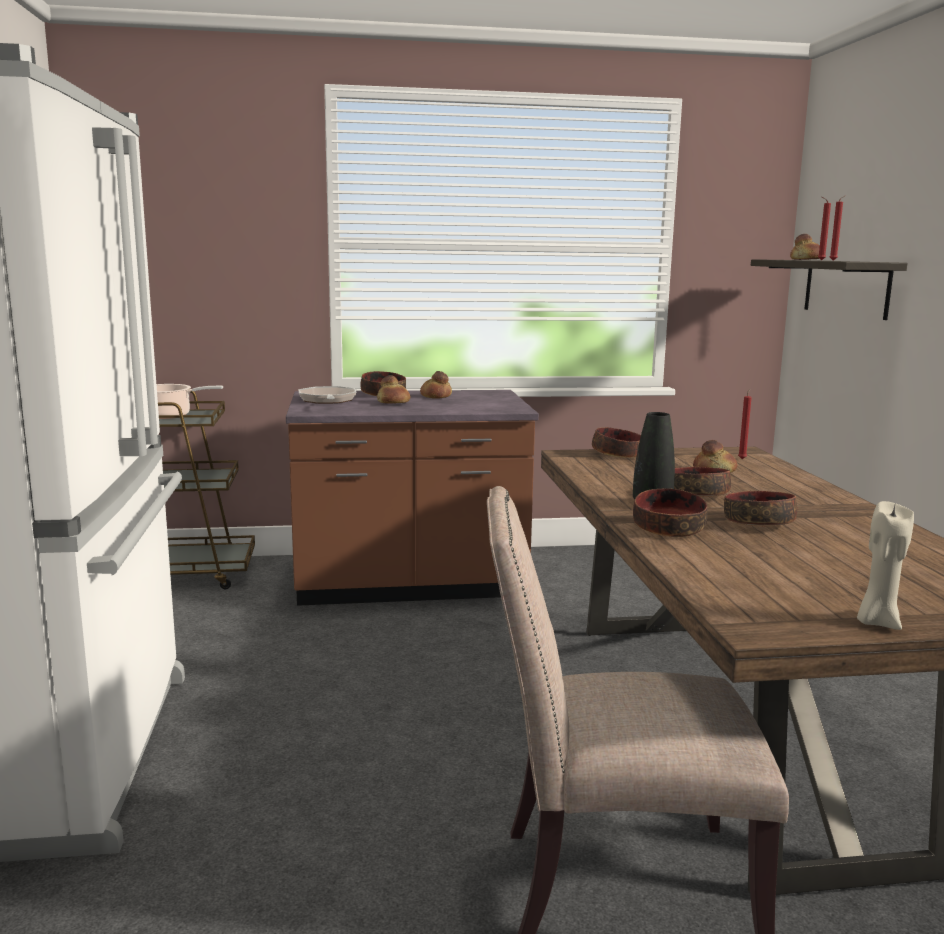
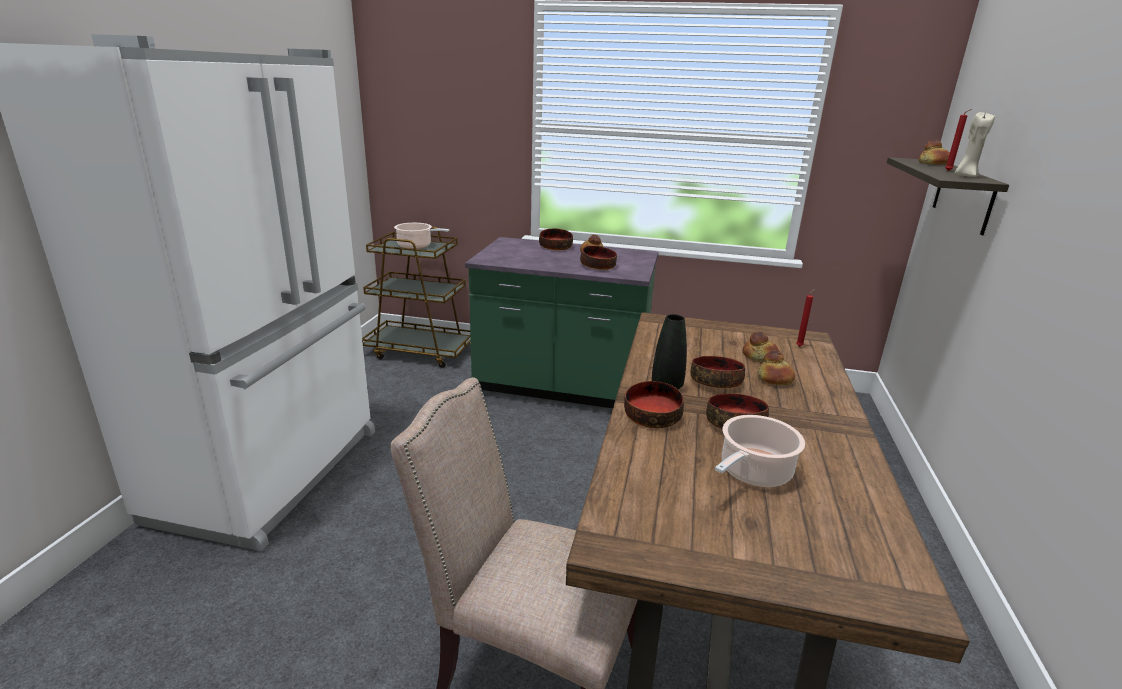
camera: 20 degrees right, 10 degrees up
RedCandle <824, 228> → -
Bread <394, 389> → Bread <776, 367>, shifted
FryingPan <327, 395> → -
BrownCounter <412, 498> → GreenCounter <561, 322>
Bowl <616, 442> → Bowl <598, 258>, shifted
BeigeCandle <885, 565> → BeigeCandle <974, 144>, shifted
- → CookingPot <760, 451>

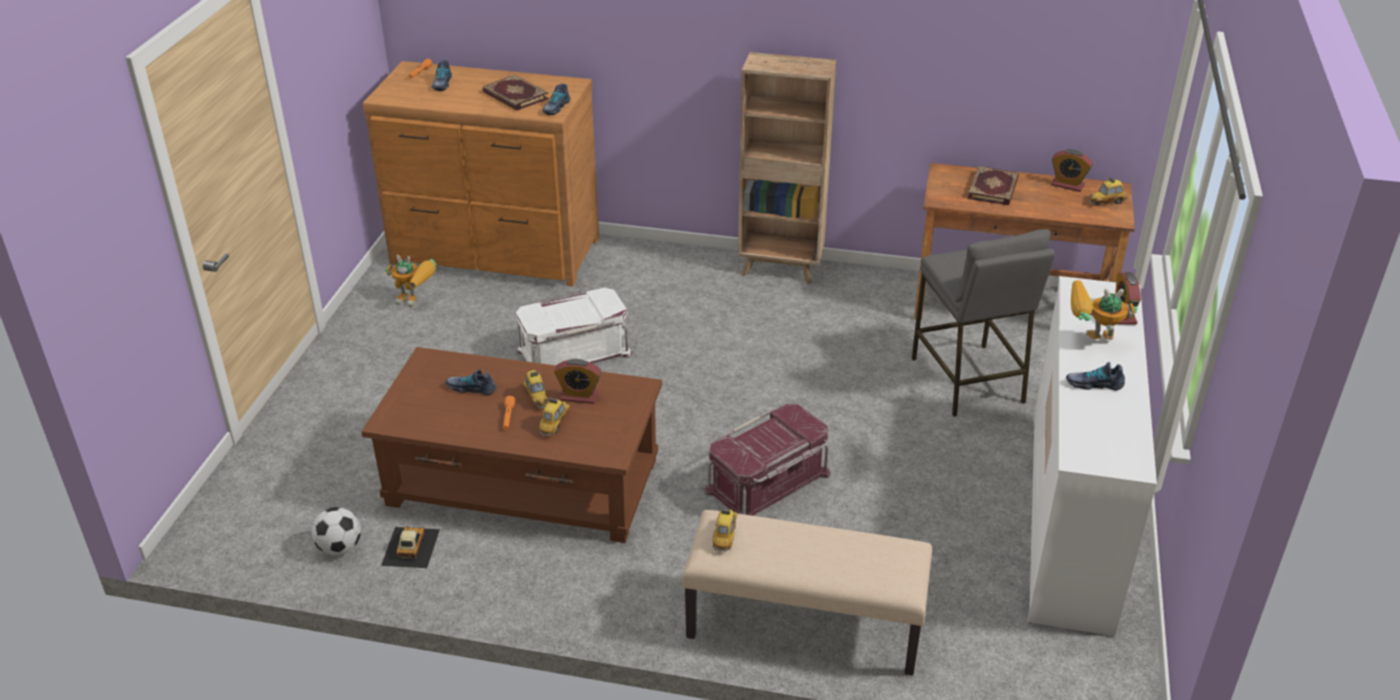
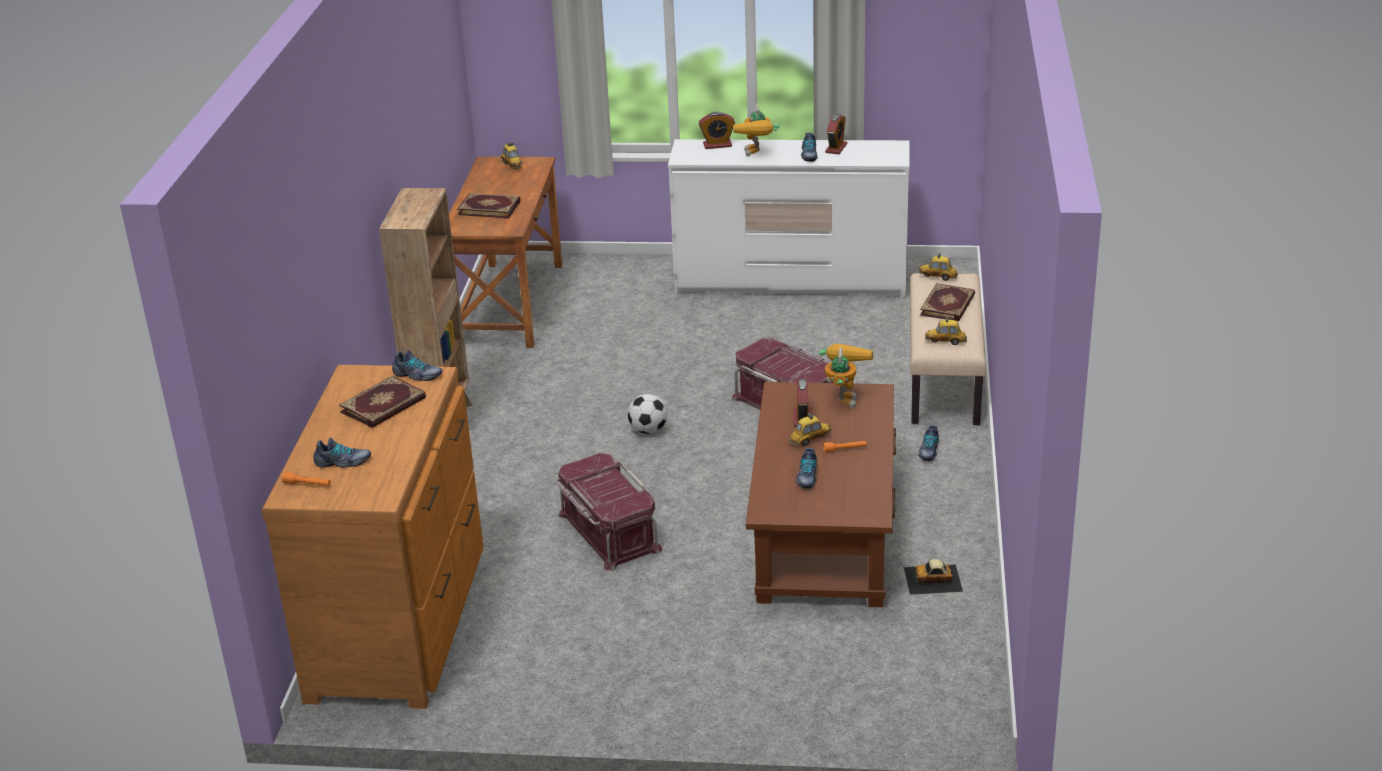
camera: 95 degrees left, 5 degrees down
AlarmClock <1072, 170> → AlarmClock <836, 134>, shifted
GreyStool <983, 323> → -
ToyRobot <411, 281> → ToyRobot <846, 376>, shifted
WhiteStorageBox <574, 326> → RedStorageBox <608, 512>
ToyCar <554, 416> → ToyCar <938, 267>, shifted
Football <336, 531> → Football <648, 414>, shifted
- → Book <947, 302>
- → Shoe <928, 443>

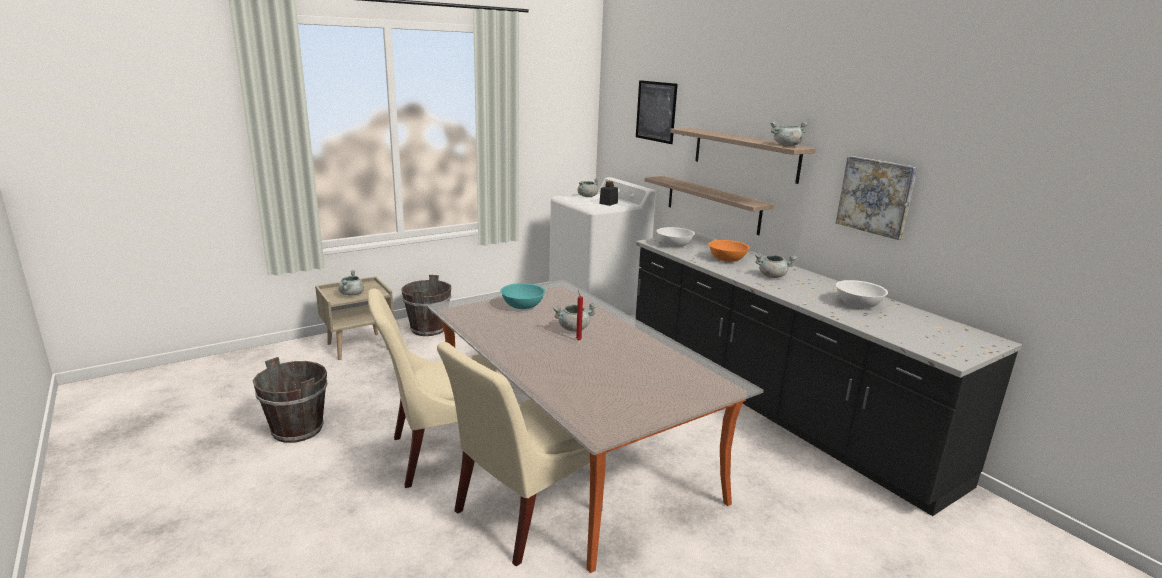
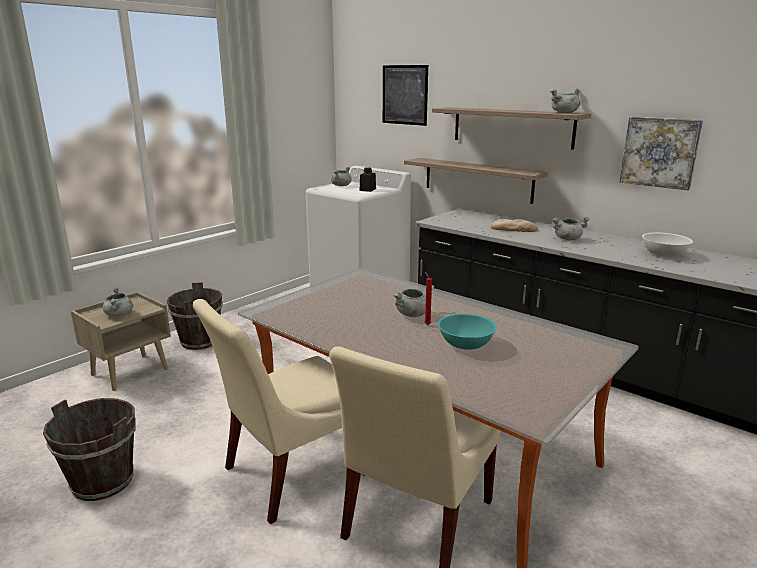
camera: 15 degrees left, 0 degrees up
WhiteBowl <676, 237> → -
OrangeBowl <729, 251> → Bread <514, 225>
TurquoiseBowl <523, 296> → TurquoiseBowl <467, 332>, shifted

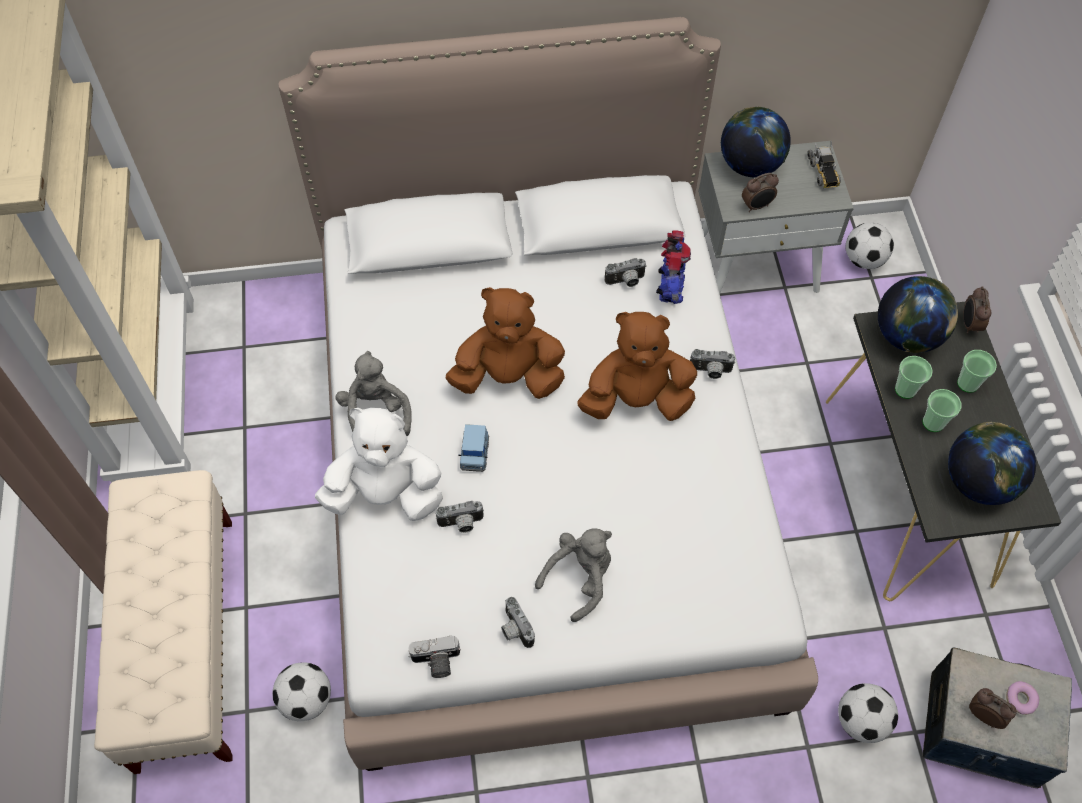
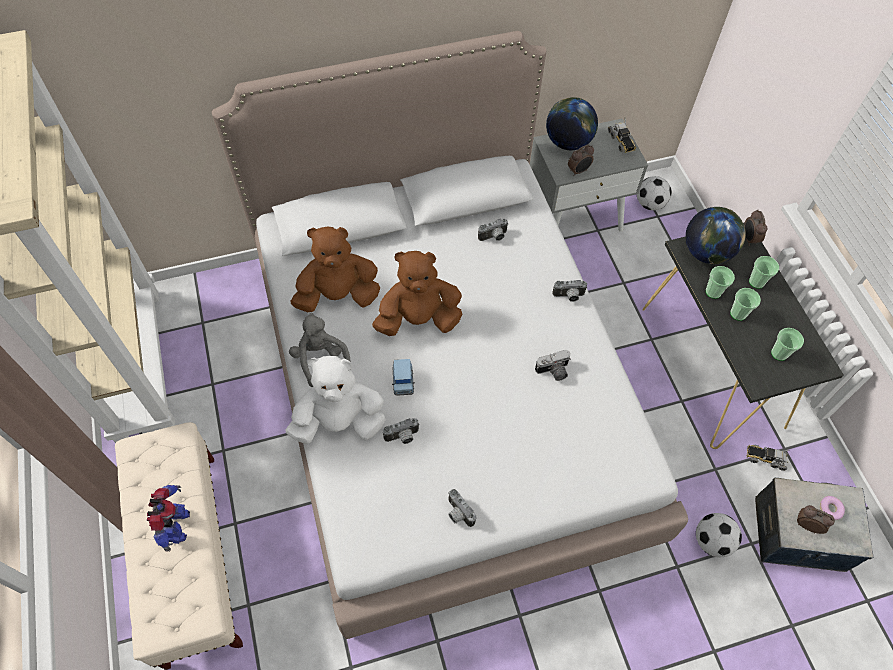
camera: 10 degrees left, 0 degrees up
ToyRobot <673, 267> → ToyRobot <168, 518>, shifted
BrownPlushToy <637, 366> → BrownPlushToy <335, 269>, shifted
Globe <992, 463> → Cup <787, 344>
GreyPlushToy <573, 575> → -
PhotoCamera <434, 657> → PhotoCamera <553, 365>, shifted
Football <301, 691> → -
- → ToyTruck <768, 457>

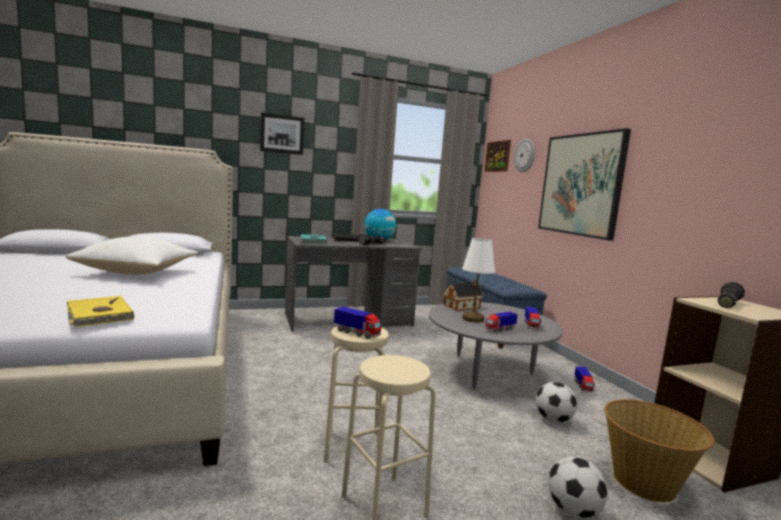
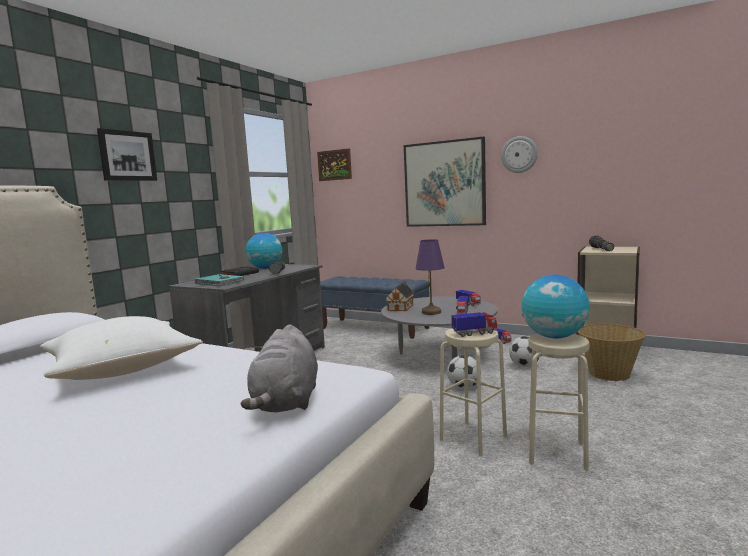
camera: 40 degrees left, 0 degrees up
WallClock <524, 155> → WallClock <519, 154>, shifted
WhiteTableLamp <478, 280> → PurpleTableLamp <430, 277>
YellowBook <100, 311> → GreyPlushToy <279, 368>
Football <578, 487> → Football <464, 372>, shifted
- → Globe <556, 306>

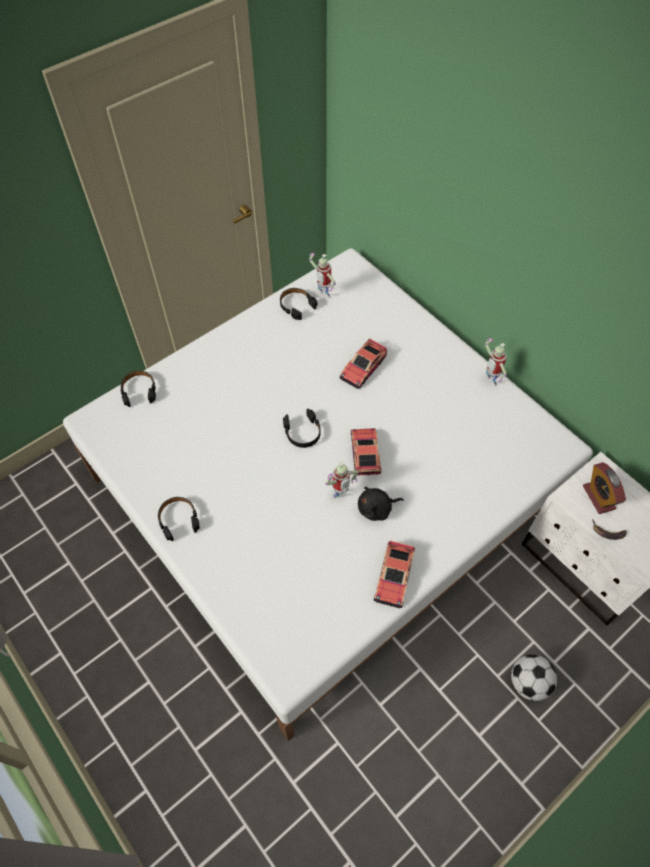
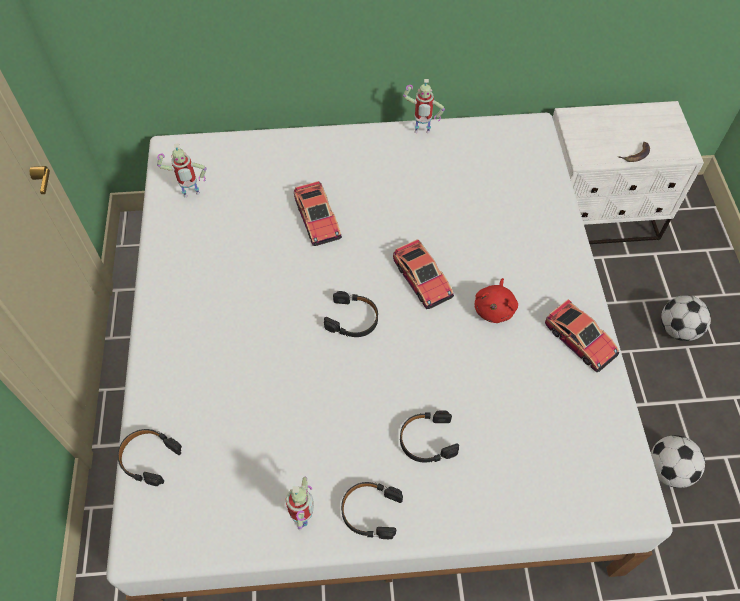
camera: 55 degrees left, 0 degrees up
BlackHeadphones <299, 304> → BlackHeadphones <429, 436>, shifted
ToyCar <366, 451> → ToyCar <423, 274>, 150 degrees counterclockwise
ToyRobot <342, 480> → ToyRobot <299, 503>, shifted
AlarmClock <604, 488> → -
BlackPlushToy <381, 504> → RedPlushToy <496, 300>
- → Football <678, 461>

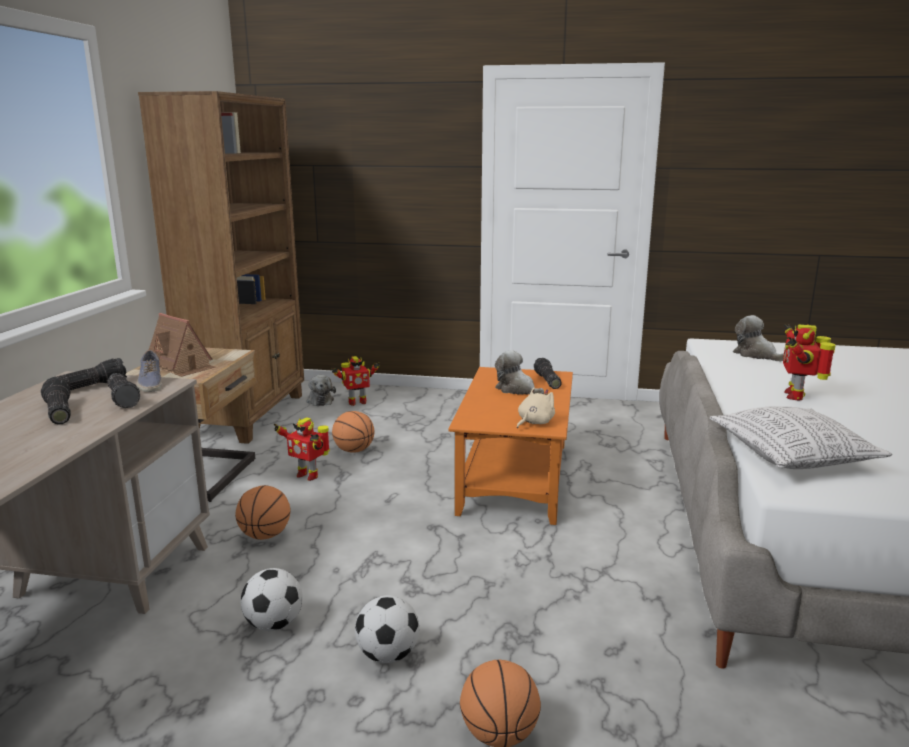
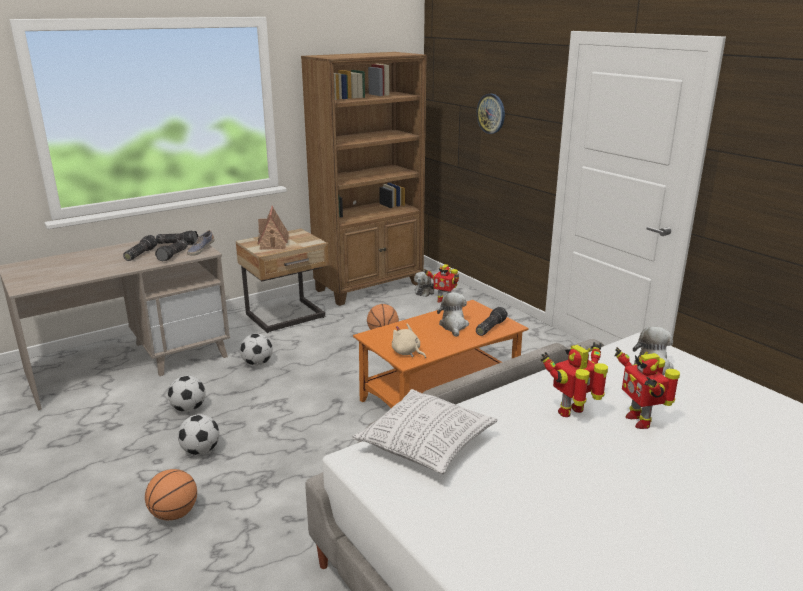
camera: 45 degrees right, 5 degrees up
BeigePlushToy <536, 407> → BeigePlushToy <409, 341>, 135 degrees counterclockwise
ToyRobot <302, 449> → ToyRobot <647, 388>, shifted
Basketball <263, 512> → Football <256, 350>
- → WallClock <491, 114>

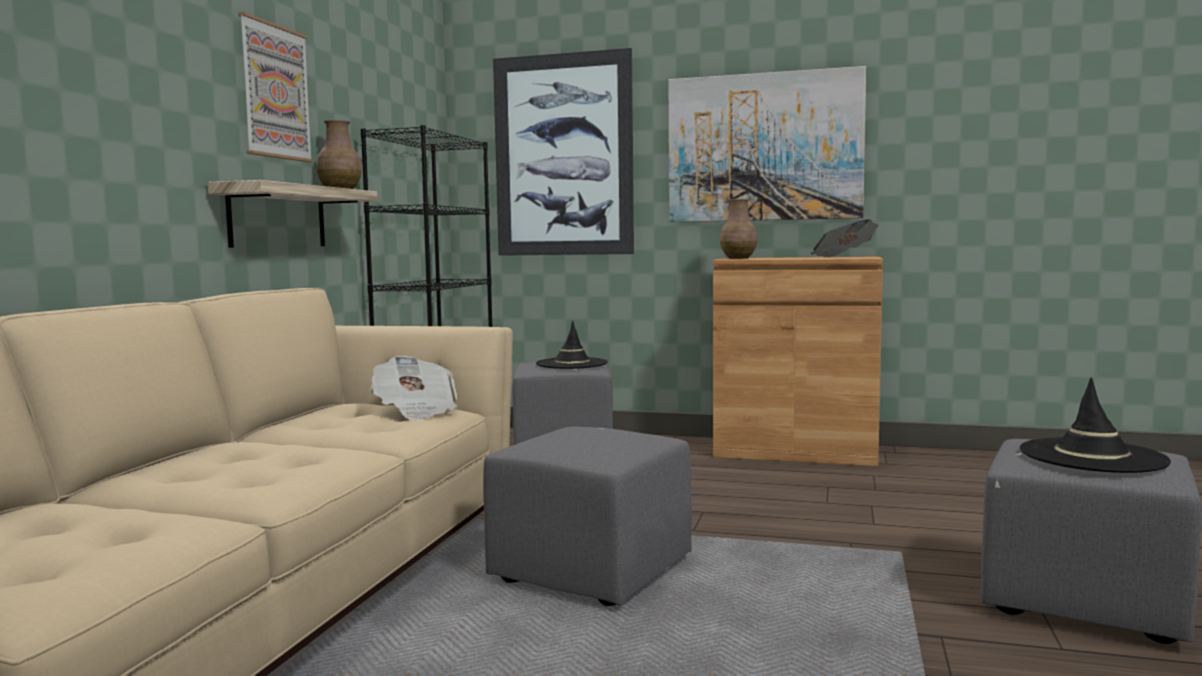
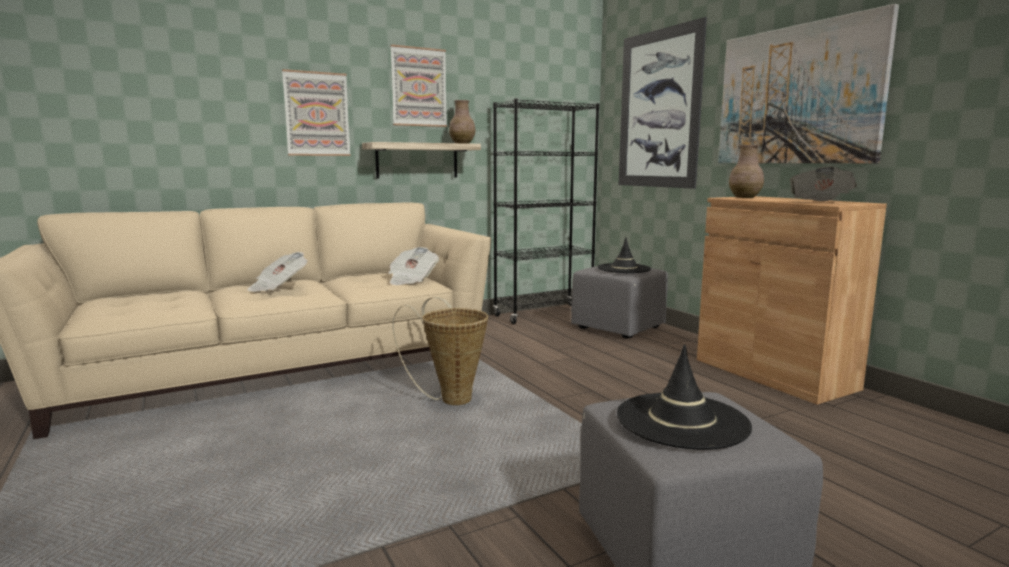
camera: 45 degrees right, 5 degrees up
GreyOttoman <587, 516> → Basket <440, 351>
- → Picture <316, 112>
- → Newspaper <277, 272>

